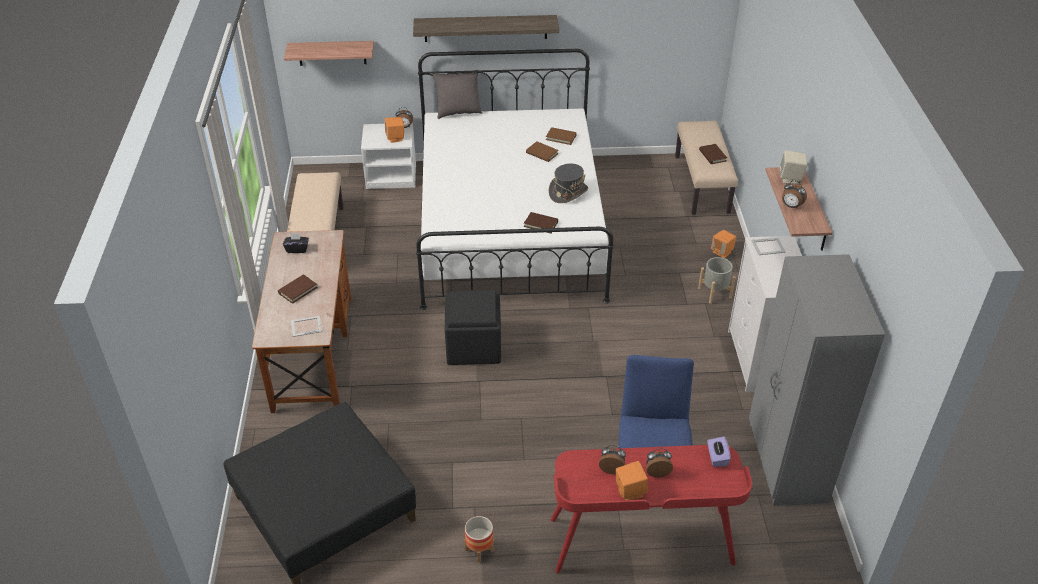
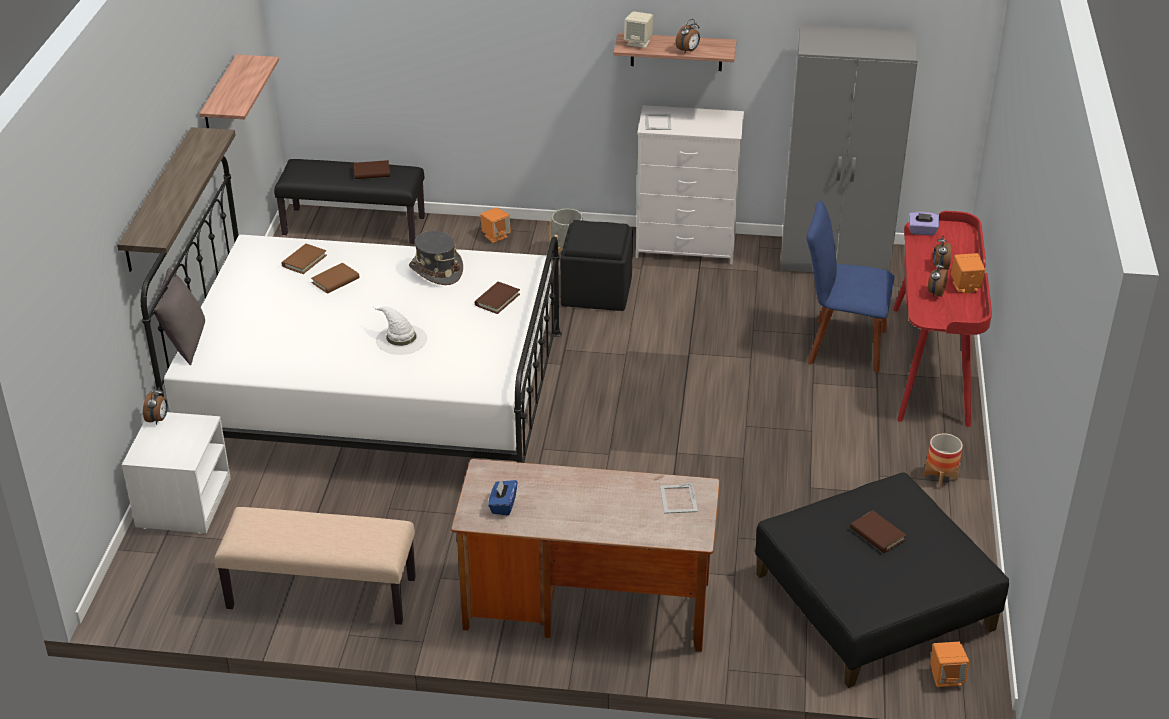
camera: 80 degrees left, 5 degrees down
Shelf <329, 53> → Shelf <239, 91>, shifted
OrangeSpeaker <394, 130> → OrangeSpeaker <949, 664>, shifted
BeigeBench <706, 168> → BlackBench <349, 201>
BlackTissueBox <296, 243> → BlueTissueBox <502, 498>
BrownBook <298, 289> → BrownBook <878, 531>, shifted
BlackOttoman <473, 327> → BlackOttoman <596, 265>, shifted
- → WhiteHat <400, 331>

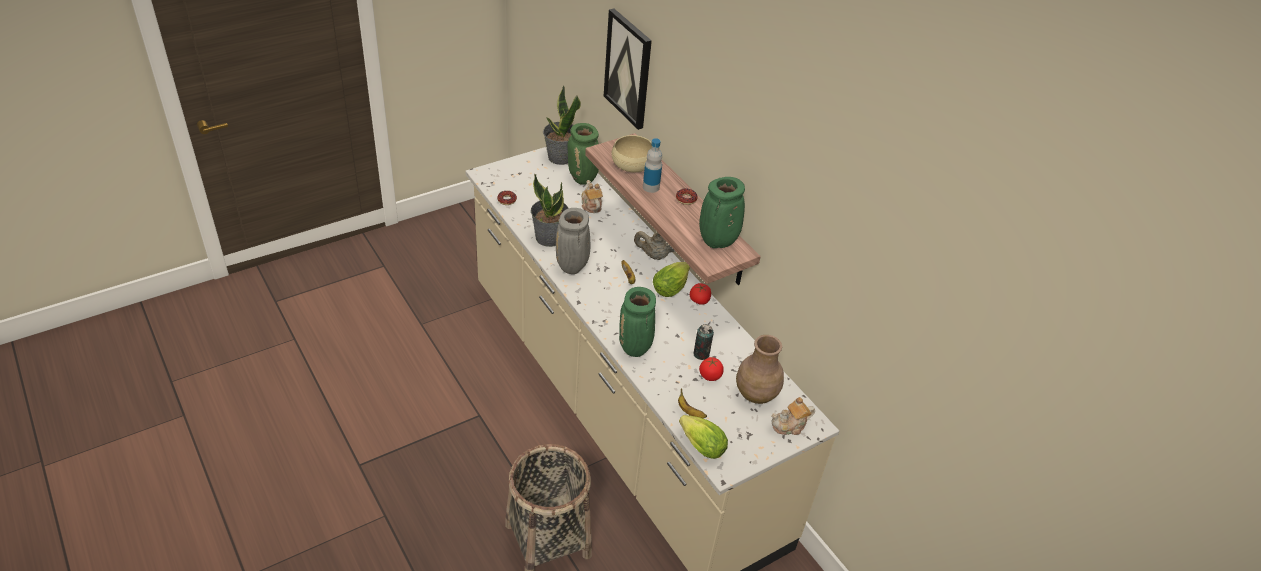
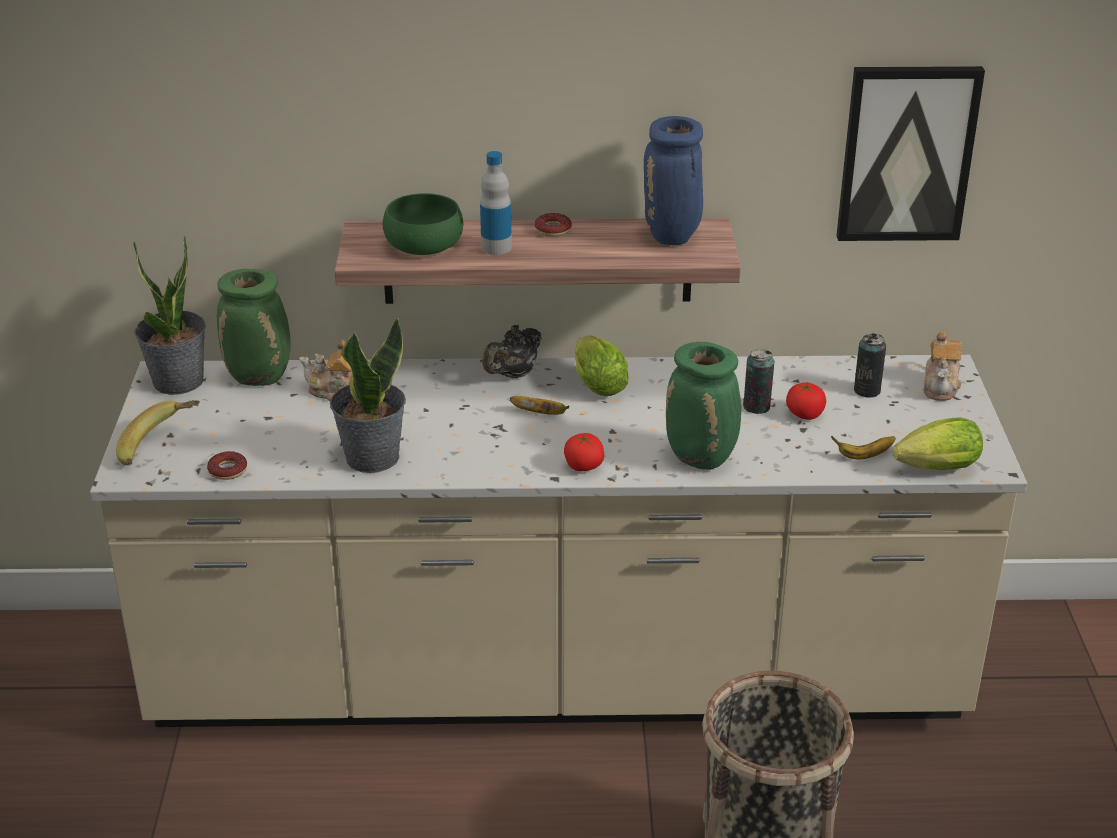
camera: 55 degrees left, 10 degrees down
Picture <628, 69> → Picture <910, 153>, shifted
BeigeBowl <631, 153> → GreenBowl <423, 224>
GreenVase <722, 212> → BlueVase <673, 180>
GreyVase <573, 241> → -
BeigeTeapot <654, 245> → BlackTeapot <512, 351>
Tomato <700, 294> → Tomato <584, 452>, shifted
BrownVase <760, 369> → Can <870, 365>
- → Banana <158, 433>

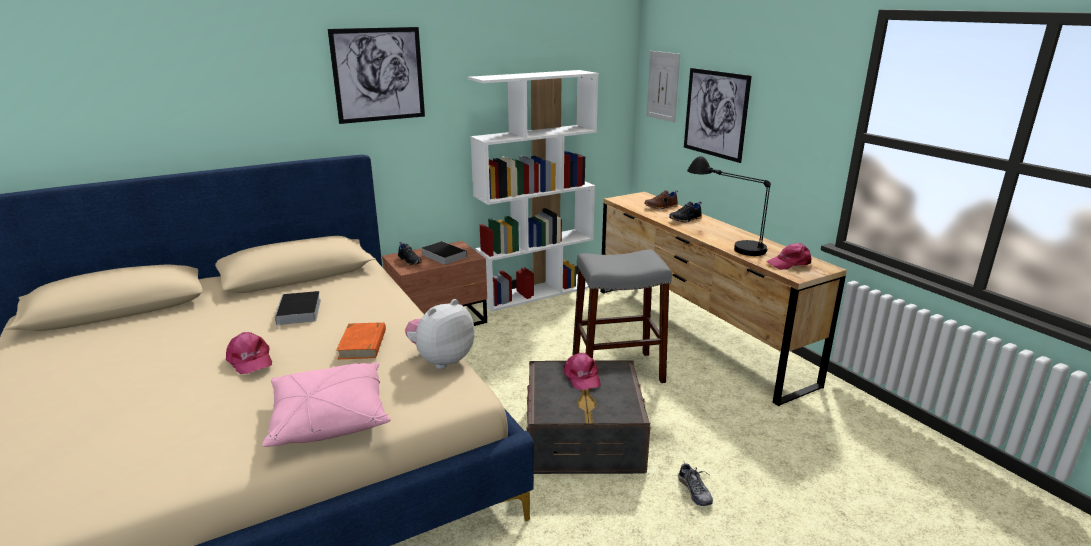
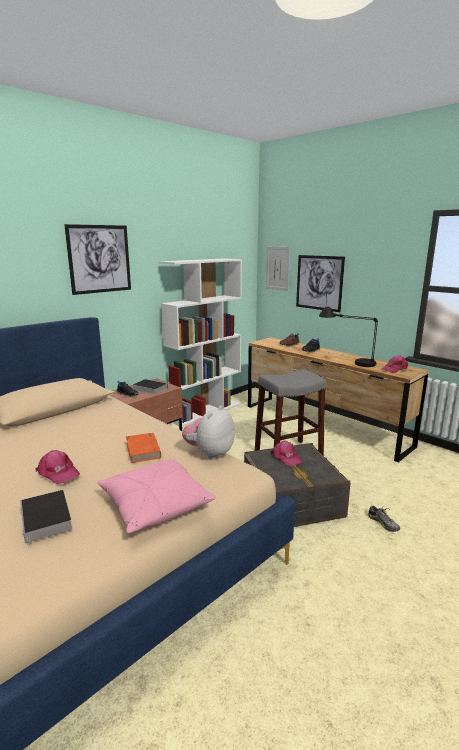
camera: 15 degrees left, 5 degrees down
Book <298, 310> → Book <46, 520>, shifted

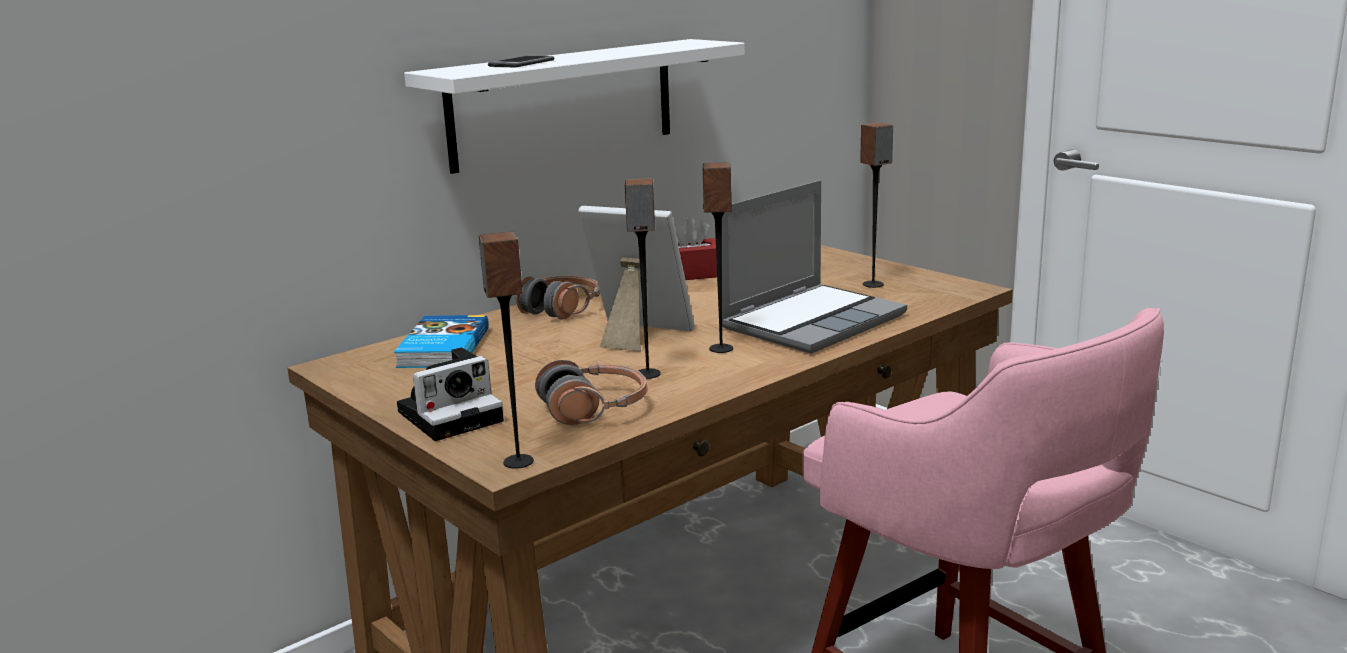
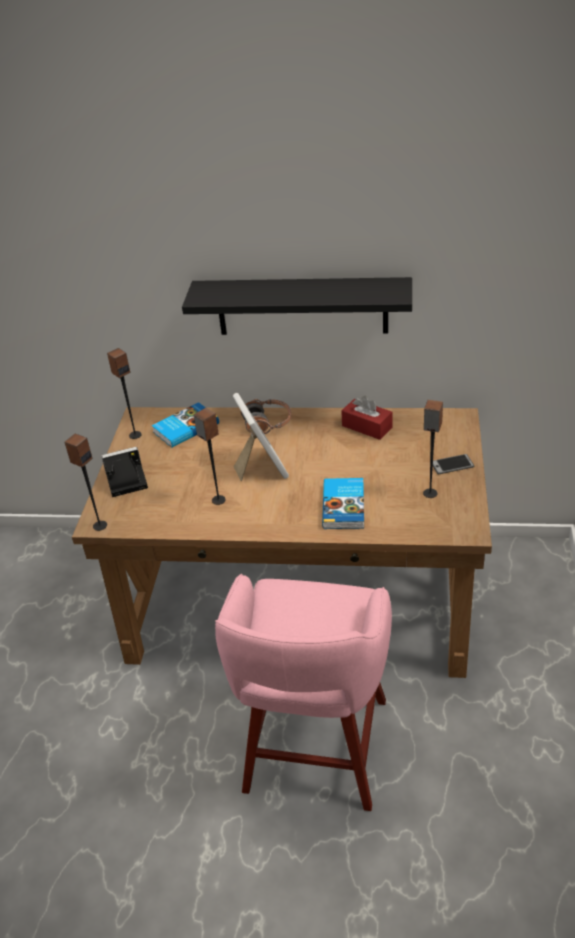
camera: 50 degrees right, 20 degrees up
WhiteShelf <574, 106> → BlackShelf <297, 306>
Phone <521, 61> → Phone <453, 464>, shifted
Speaker <718, 257> → Speaker <124, 393>, shifted
Laptop <814, 267> → Book <343, 503>
PhotoCamera <450, 394> → PhotoCamera <124, 472>, 150 degrees clockwise
Headphones <591, 392> → -

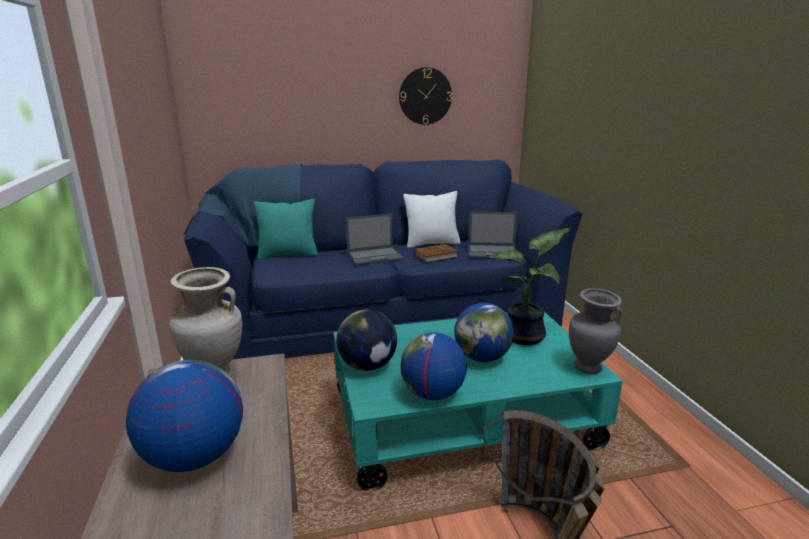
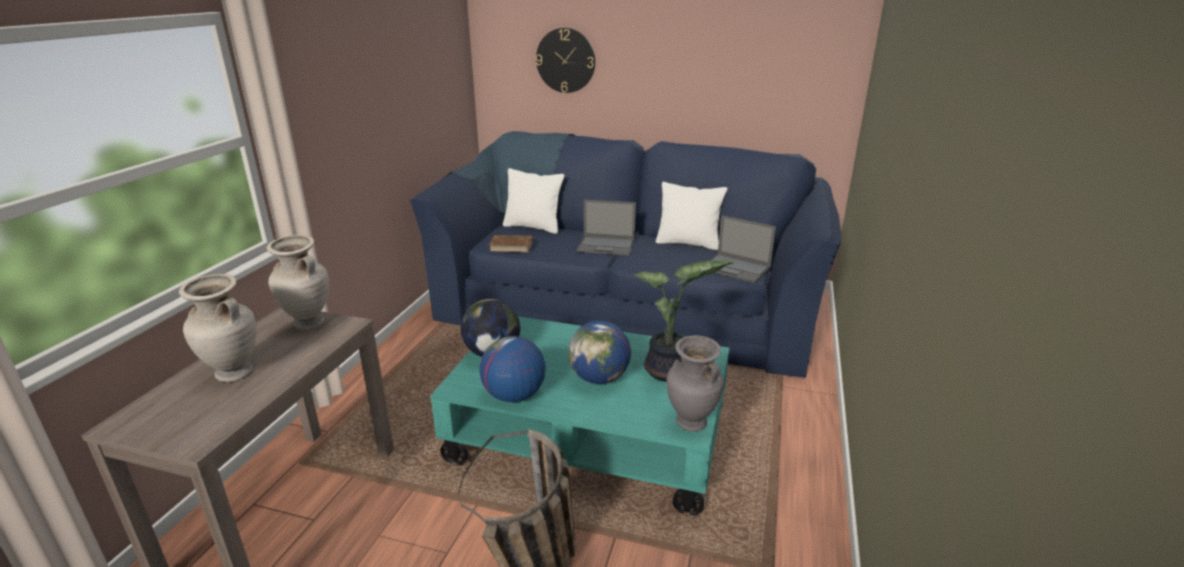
camera: 30 degrees right, 5 degrees up
WallClock <425, 96> → WallClock <565, 60>, shifted
TurquoisePillow <286, 229> → WhitePillow <533, 201>
BrownBook <435, 253> → BrownBook <511, 244>, shifted
Globe <184, 416> → BeigeVase <218, 328>

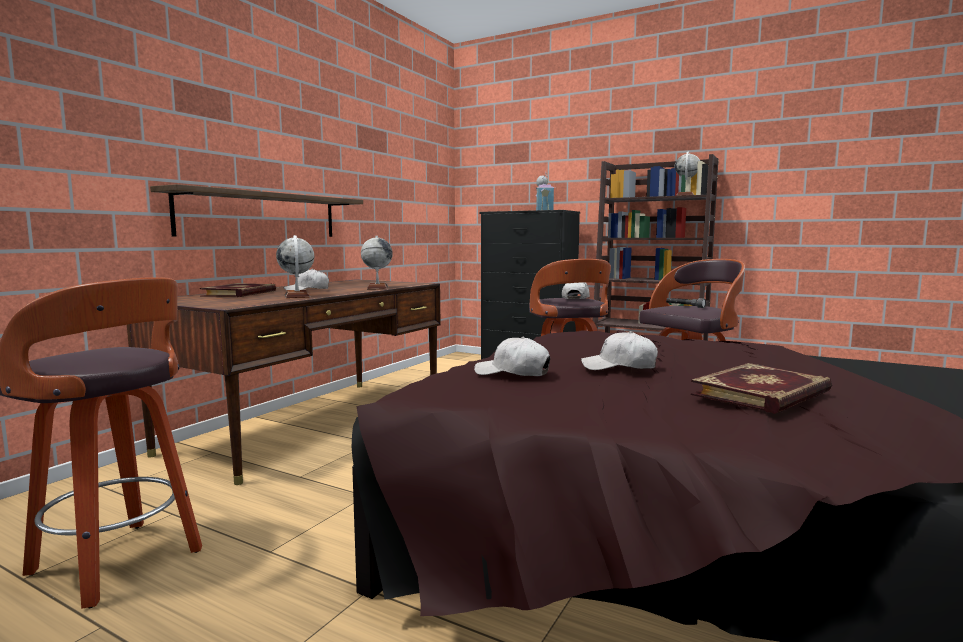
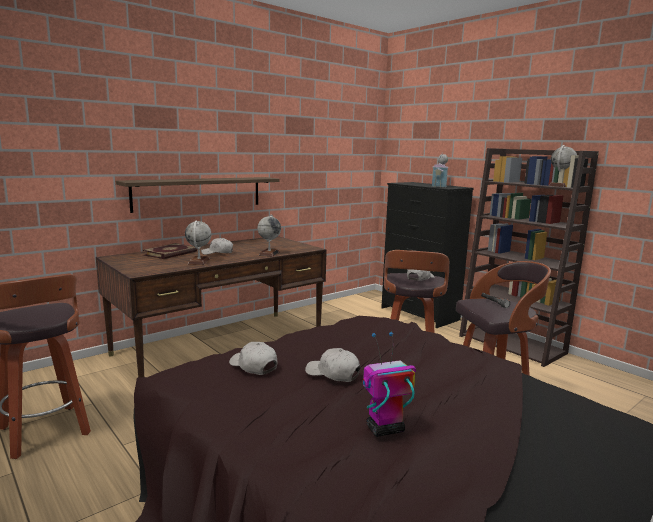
camera: 20 degrees right, 5 degrees up
Book <761, 388> → ToyRobot <389, 384>

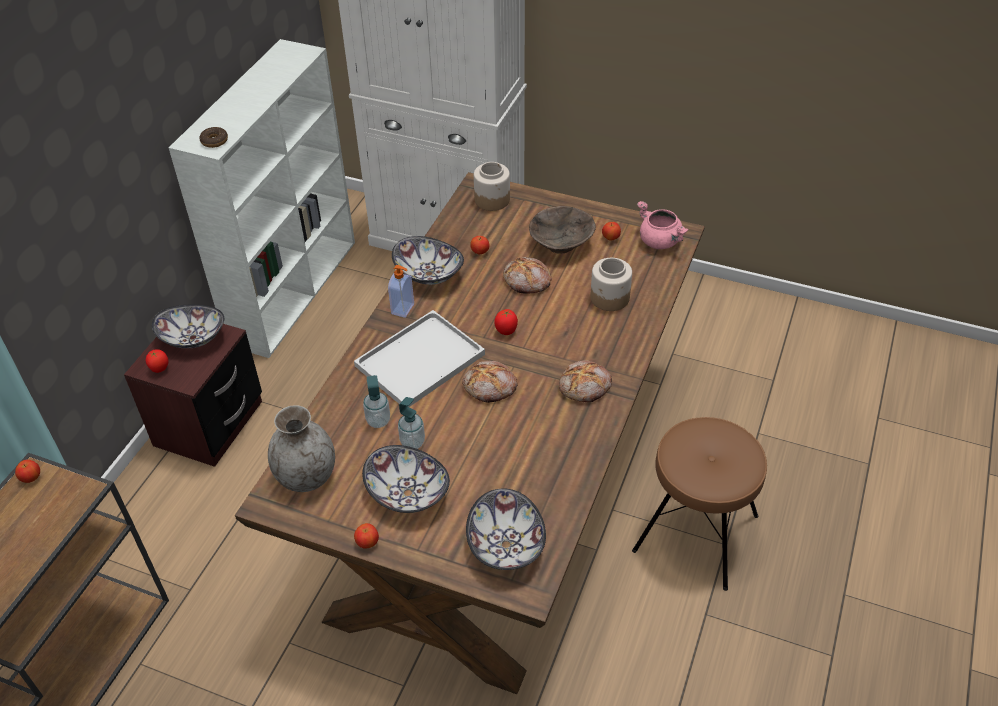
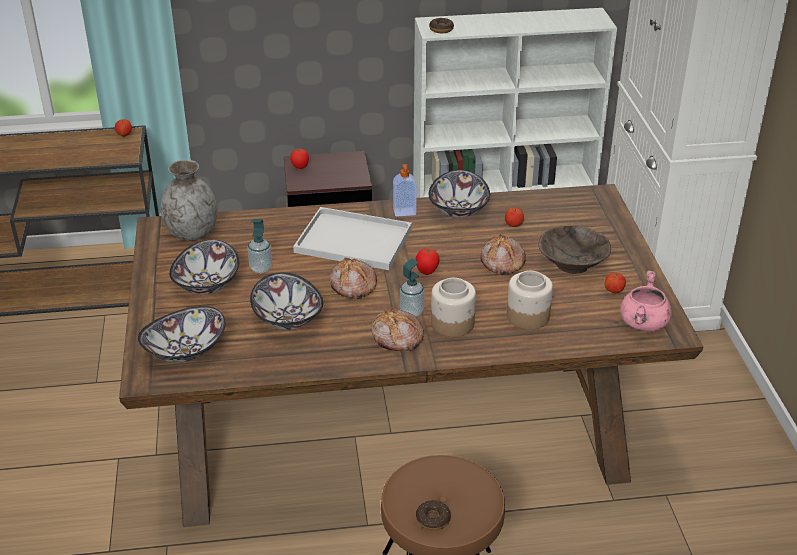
camera: 60 degrees right, 10 degrees down
Jar <492, 186> → Jar <453, 307>, shifted
Bowl <188, 327> → Bowl <286, 301>, shifted
SoapDispenser <376, 401> → SoapDispenser <412, 287>, shifted
Apple <366, 535> → -
- → Donut <433, 515>

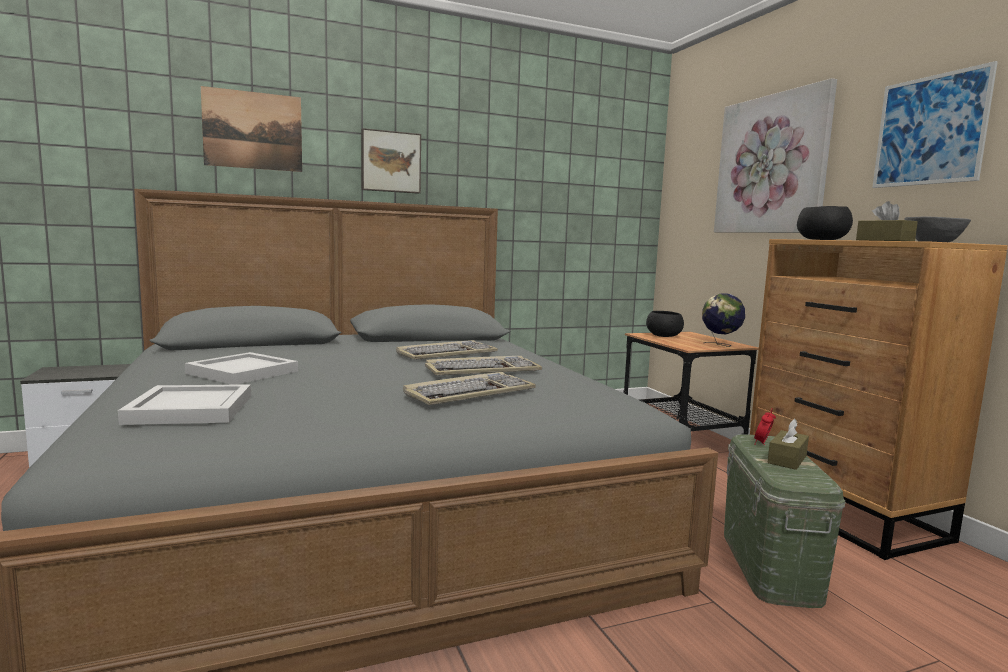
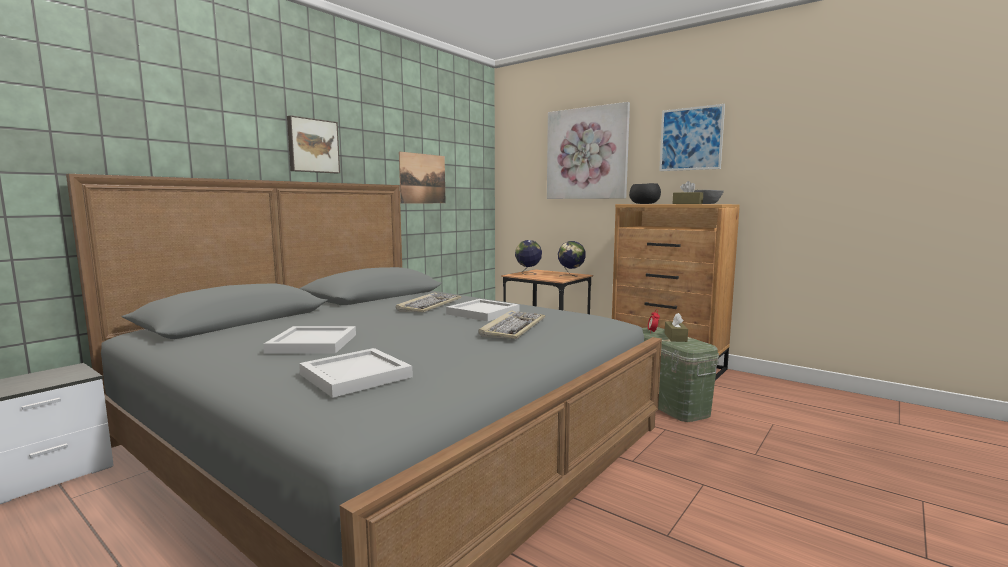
camera: 30 degrees left, 0 degrees up
Picture <251, 129> → Picture <422, 177>, shifted
BlackBowl <665, 324> → Globe <528, 257>
Keyboard <483, 366> → WhiteTray <482, 310>

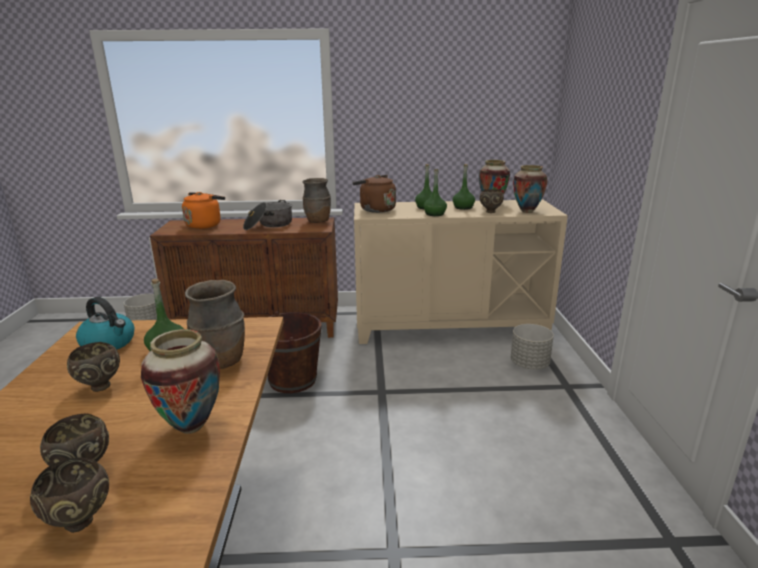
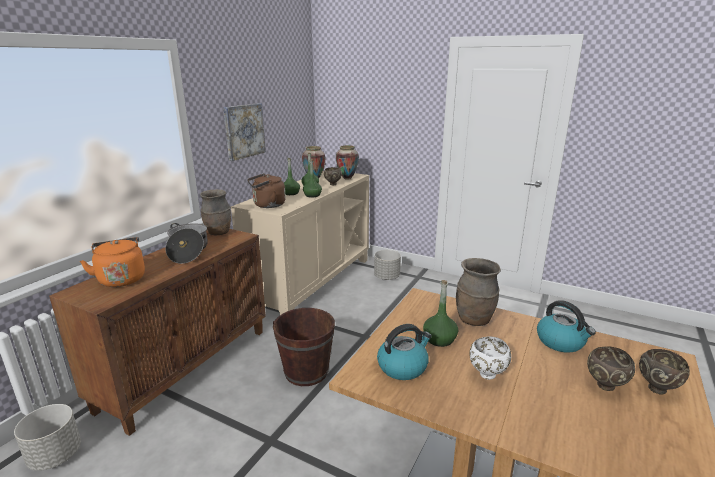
camera: 60 degrees left, 0 degrees up
Vase <180, 381> → Kettle <566, 326>
BrownBowl <93, 367> → WhiteBowl <490, 358>
- → Picture <245, 132>

